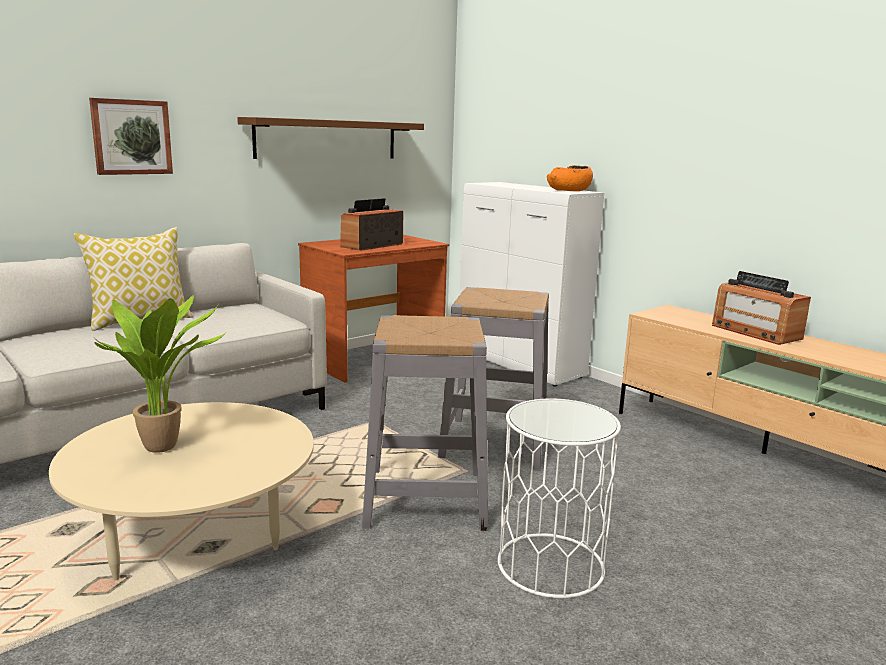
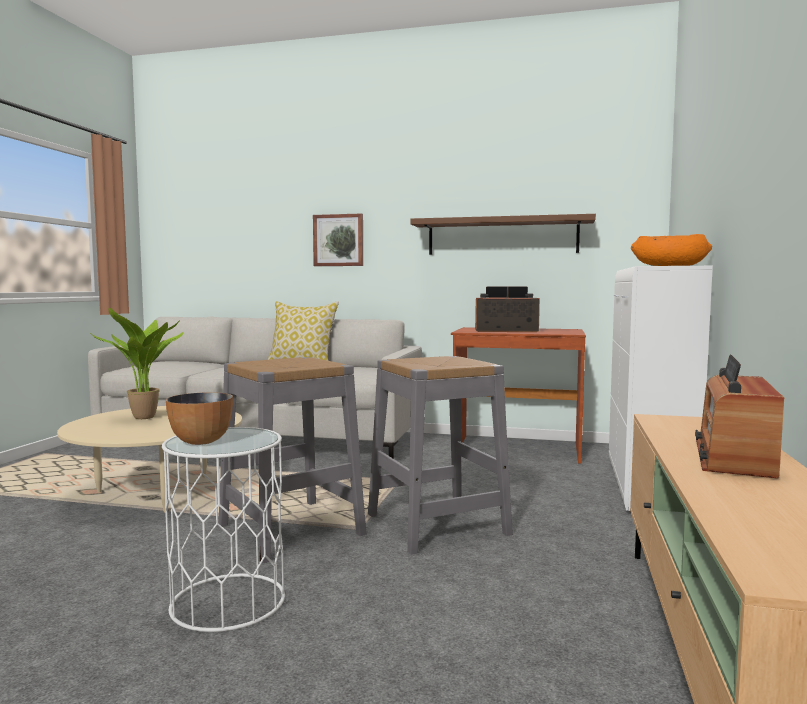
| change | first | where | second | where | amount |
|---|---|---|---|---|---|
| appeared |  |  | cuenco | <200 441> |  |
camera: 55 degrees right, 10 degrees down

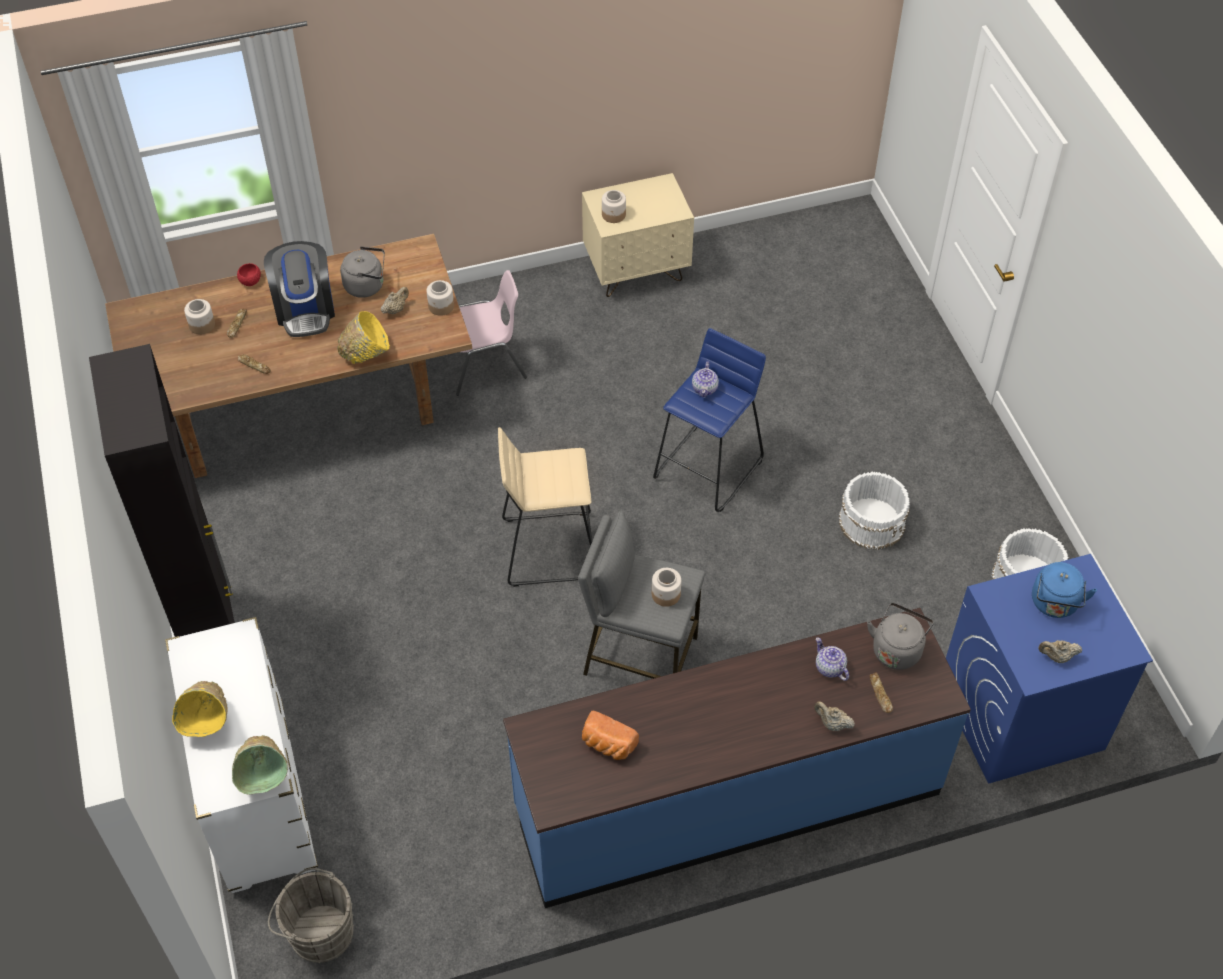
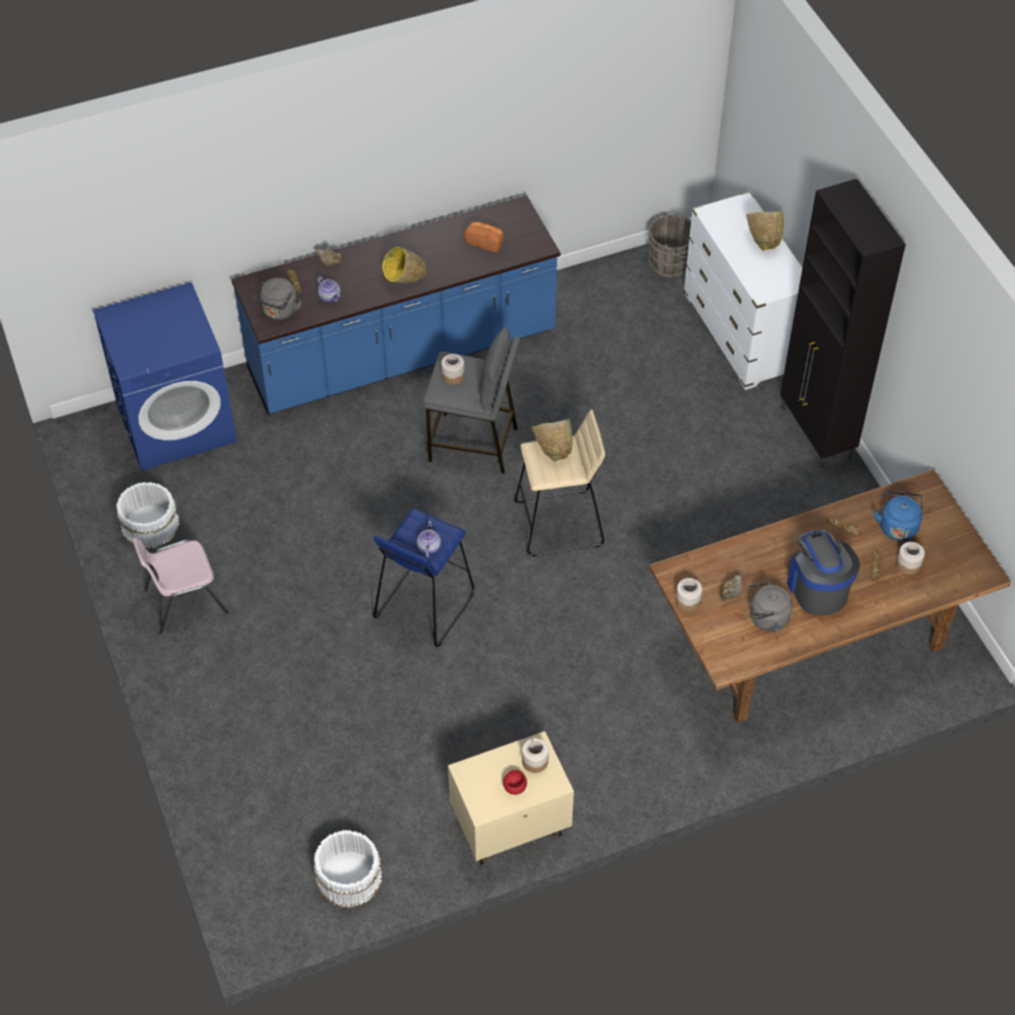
| change | first | where | second | where | amount |
|---|---|---|---|---|---|
| relocated | silla [rosa] | <485 365> |  | <184 601> |  |
| relocated | cubo [blanco] | <872 522> |  | <348 878> |  |
| relocated | cuenco [amarillo] | <367 355> |  | <404 282> |  |
| relocated | cuenco [rojo] | <250 281> |  | <515 787> |  |
| relocated | cuenco [verde] | <264 777> |  | <553 449> |  |
| relocated | hervidor [azul] | <1054 604> |  | <897 525> |  |
| missing | tetera [beis] | <1057 657> |  |  |  |
camera: 175 degrees right, 0 degrees up

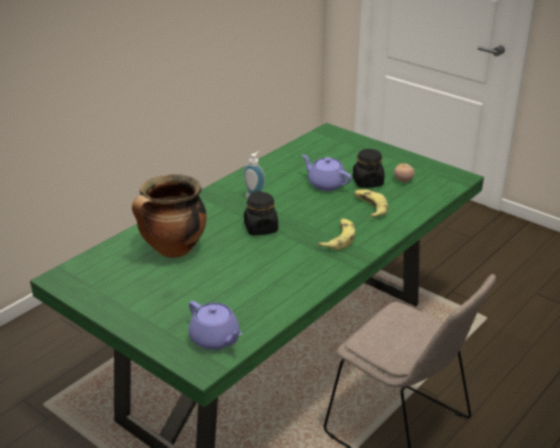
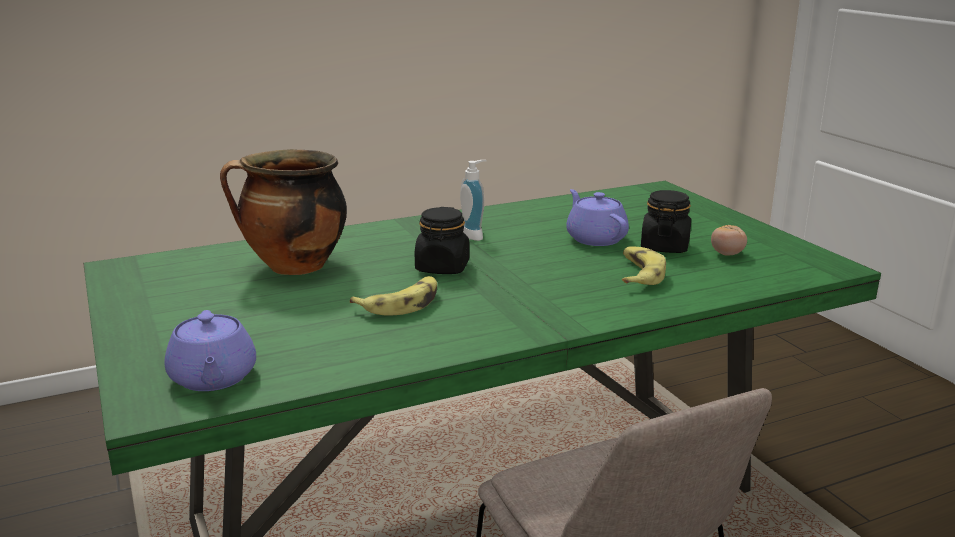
| change | first | where | second | where | amount |
|---|---|---|---|---|---|
| relocated | plátano | <339 239> |  | <401 304> |  |
camera: 25 degrees right, 10 degrees down

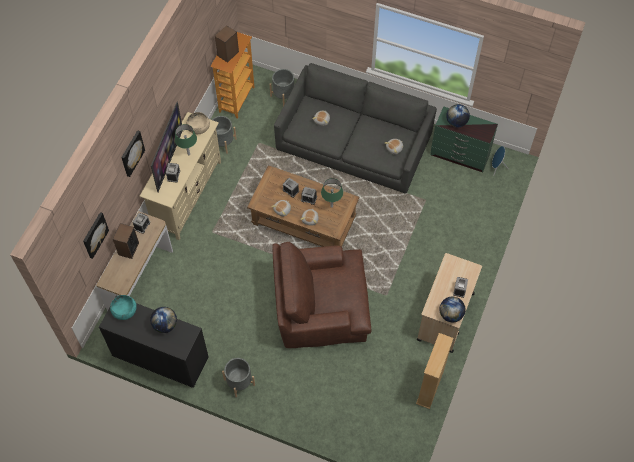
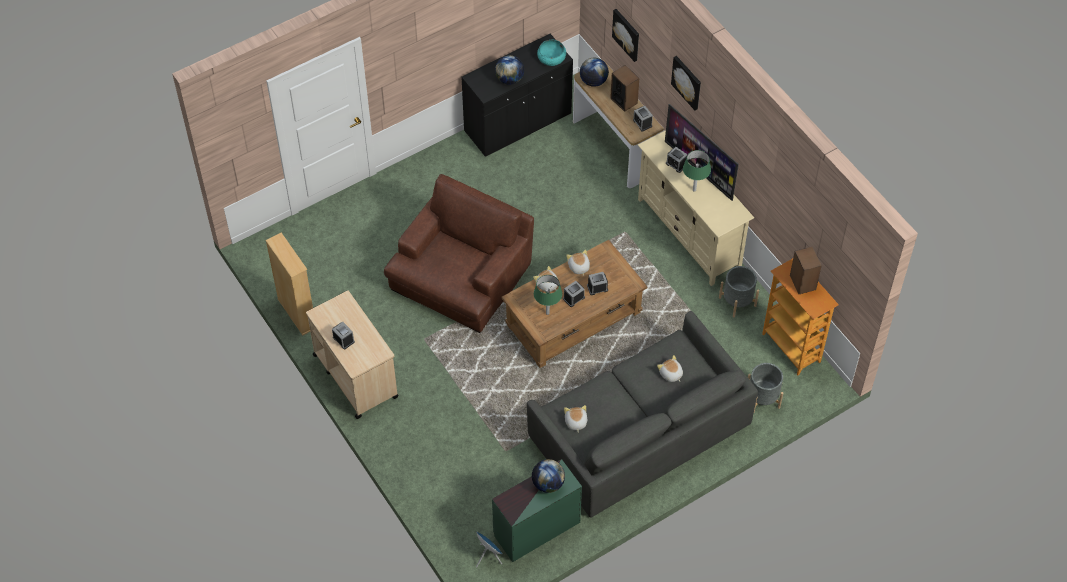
| change | first | where | second | where | amount |
|---|---|---|---|---|---|
| relocated | globo terráqueo | <451 314> |  | <593 81> |  |
| missing | cuenco [beis] | <198 127> |  |  |  |
| missing | maceta [gris] | <239 382> |  |  |  |
camera: 125 degrees right, 5 degrees down

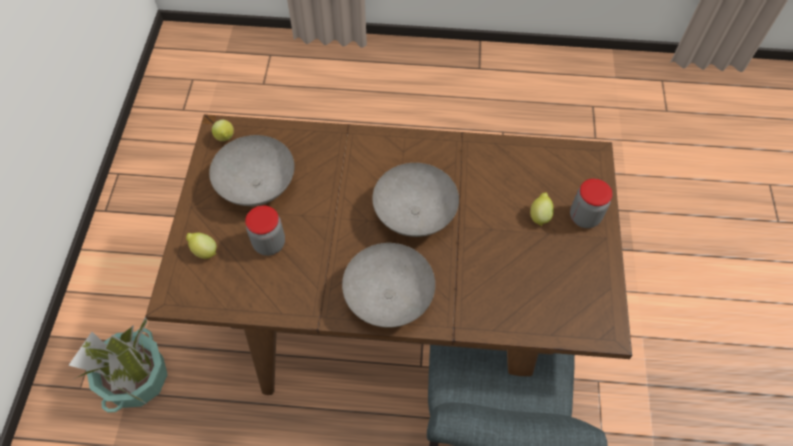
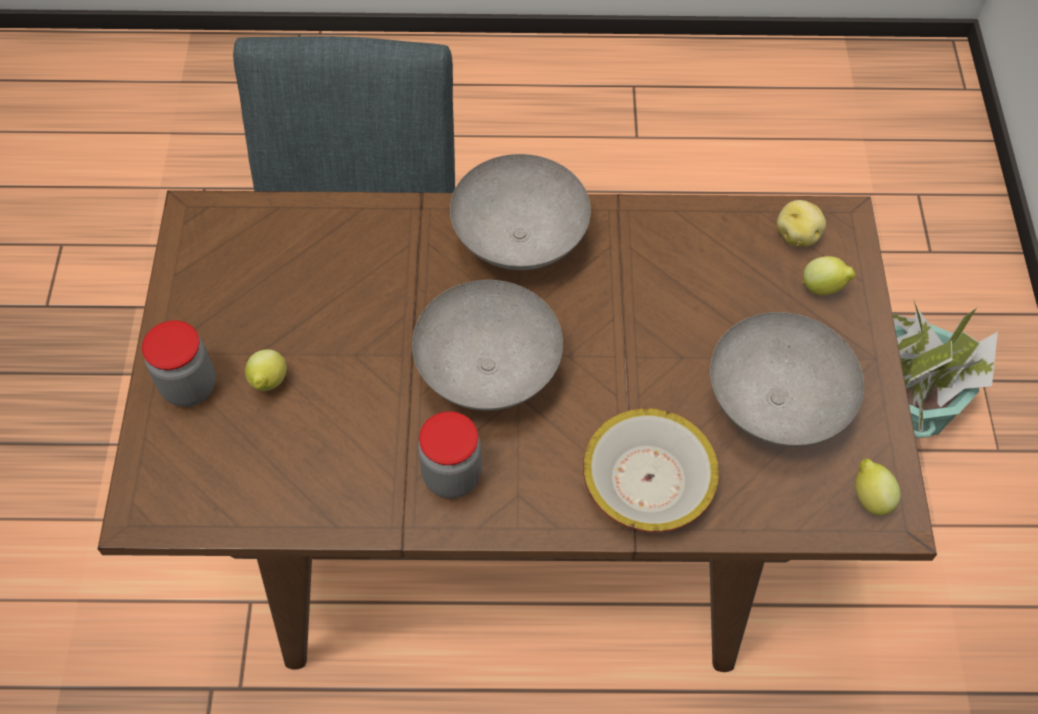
| change | first | where | second | where | amount |
|---|---|---|---|---|---|
| relocated | tarro | <269 243> |  | <452 475> |  |
| appeared |  |  | cuenco | <648 479> |  |
| appeared |  |  | patata | <797 235> |  |
camera: 175 degrees right, 0 degrees up

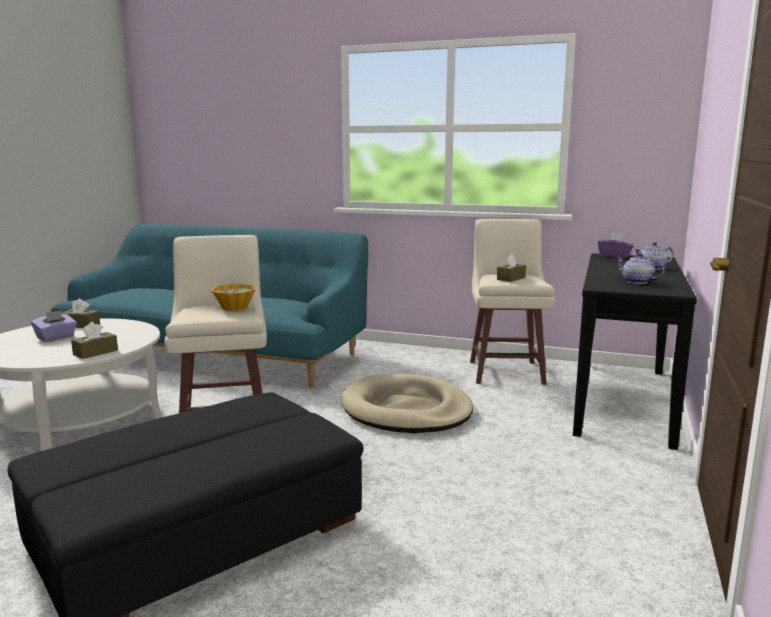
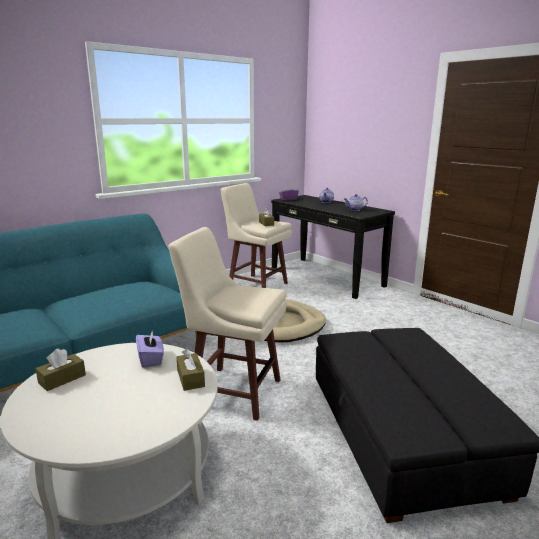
| change | first | where | second | where | amount |
|---|---|---|---|---|---|
| relocated | caja de pañuelos [morado] | <56 337> |  | <151 359> |  |
| missing | cuenco | <235 307> |  |  |  |
camera: 60 degrees left, 5 degrees up

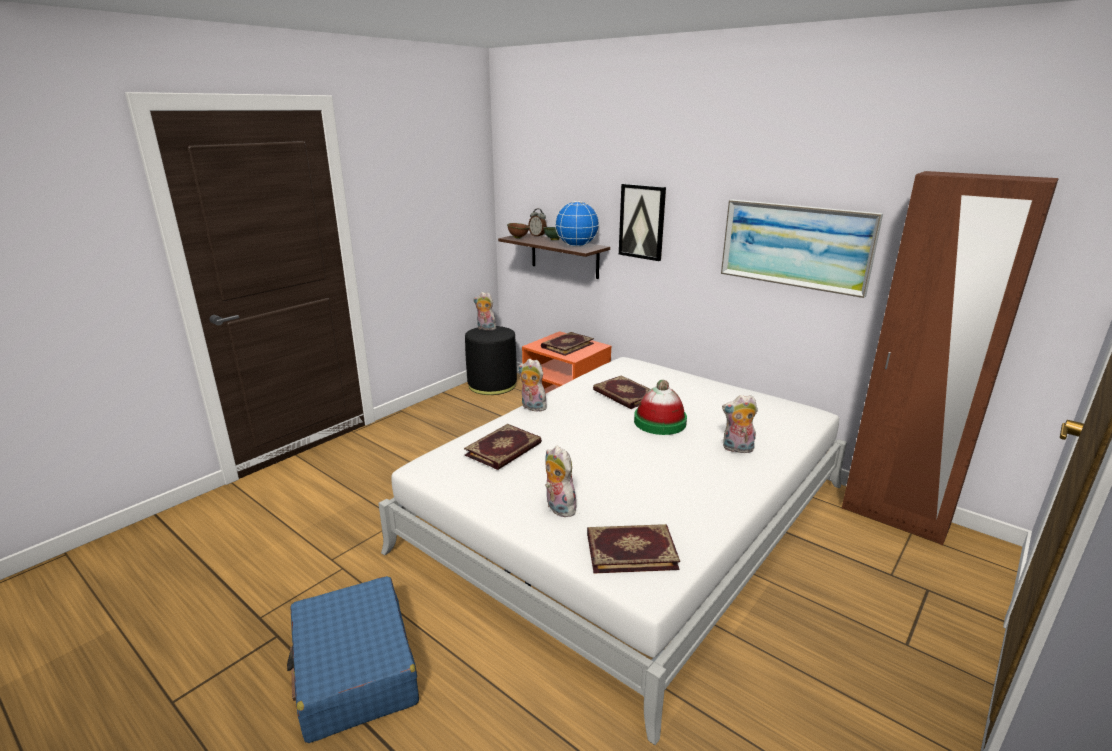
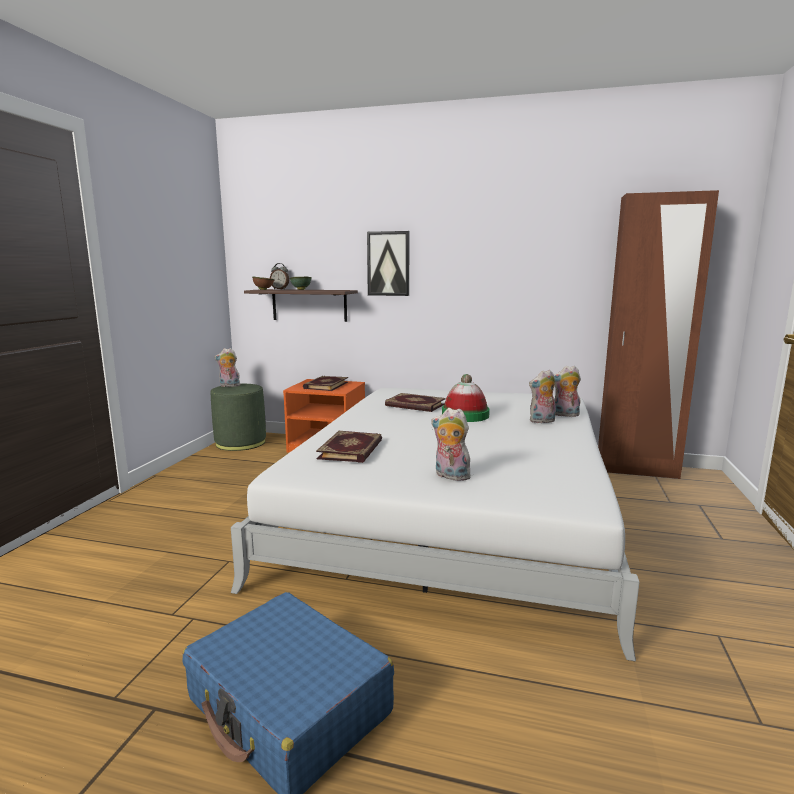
| change | first | where | second | where | amount |
|---|---|---|---|---|---|
| colour | puf [negro] | <492 385> | puf [verde] | <241 443> |  |
| relocated | peluche | <532 407> |  | <565 415> |  |
| missing | globo terráqueo | <577 246> |  |  |  |
| missing | libro | <631 550> |  |  |  |
| missing | cuadro | <795 245> |  |  |  |
camera: 25 degrees left, 10 degrees down

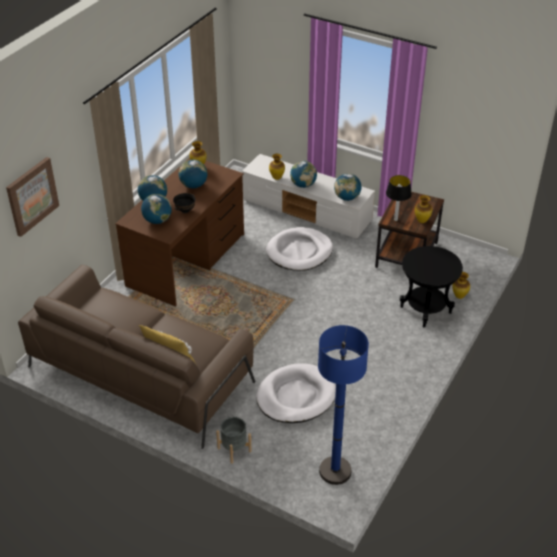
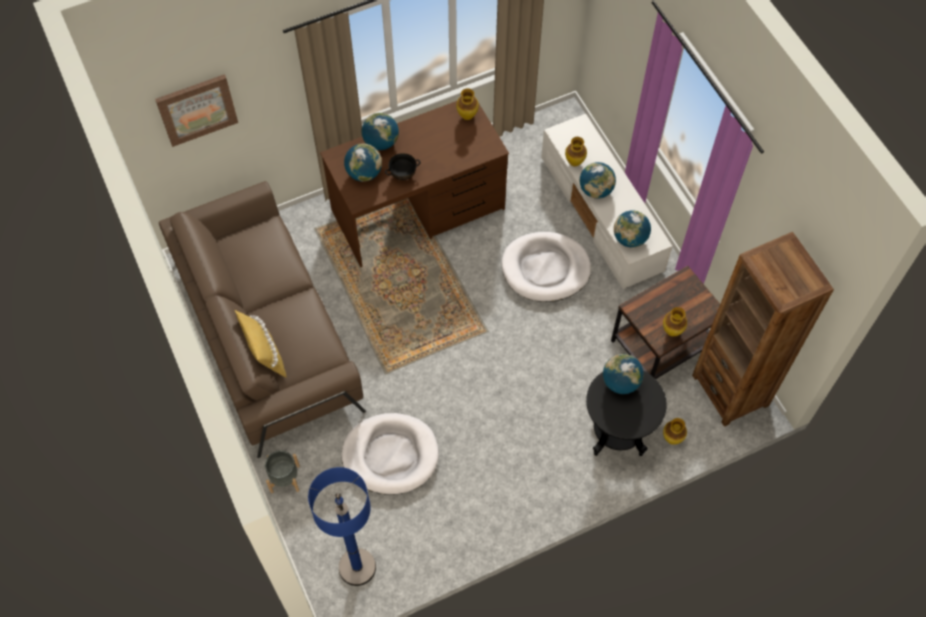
| change | first | where | second | where | amount |
|---|---|---|---|---|---|
| relocated | globo terráqueo | <193 185> |  | <620 382> |  |
| appeared |  |  | estantería [marrón] | <730 390> |  |
| missing | lámpara de mesa | <395 220> |  |  |  |
camera: 35 degrees right, 20 degrees up

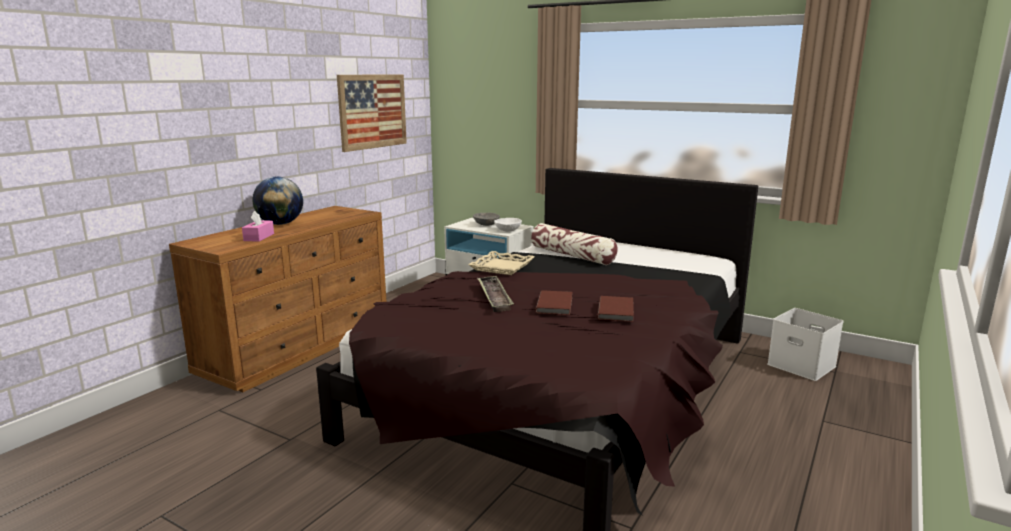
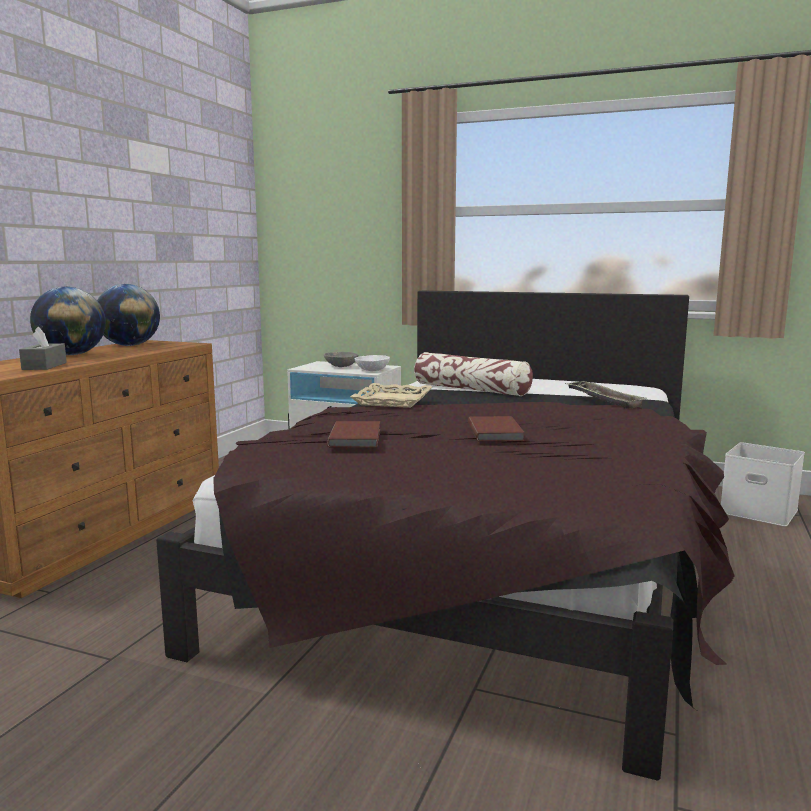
| change | first | where | second | where | amount |
|---|---|---|---|---|---|
| colour | caja de pañuelos [rosa] | <259 237> | caja de pañuelos [gris] | <44 366> |  |
| appeared |  |  | globo terráqueo | <129 345> |  |
| relocated | libro [marrón] | <617 310> |  | <357 437> |  |
| relocated | bandeja | <494 297> |  | <603 399> |  |
| missing | cuadro | <372 111> |  |  |  |
camera: 10 degrees left, 5 degrees down

